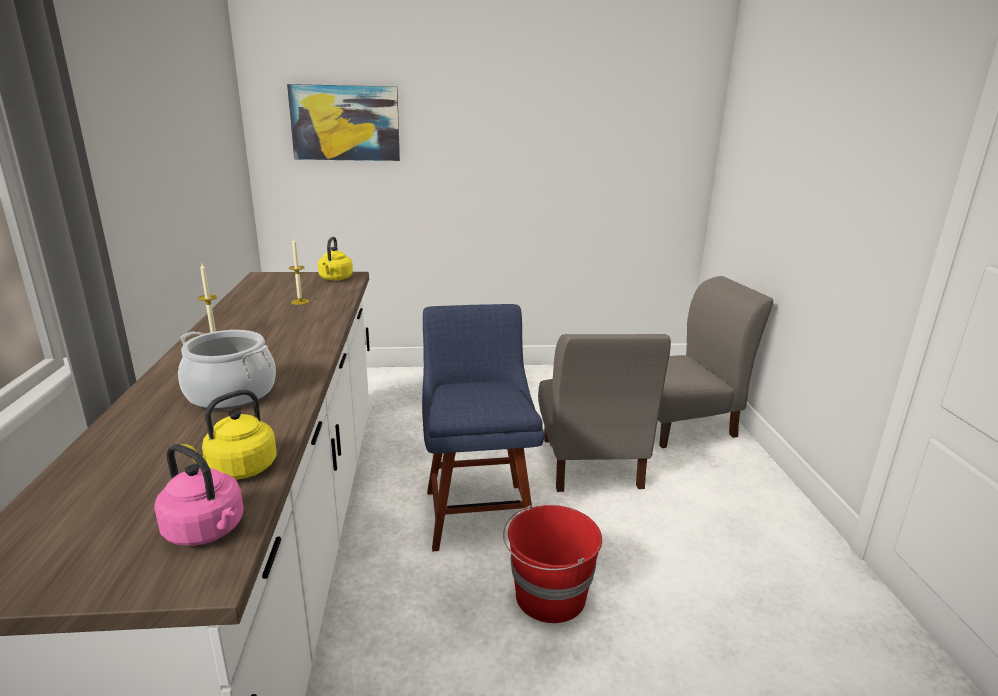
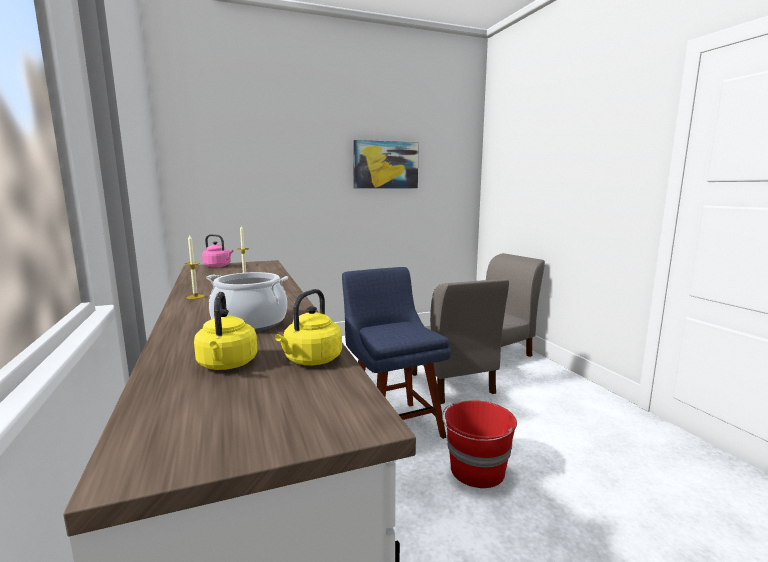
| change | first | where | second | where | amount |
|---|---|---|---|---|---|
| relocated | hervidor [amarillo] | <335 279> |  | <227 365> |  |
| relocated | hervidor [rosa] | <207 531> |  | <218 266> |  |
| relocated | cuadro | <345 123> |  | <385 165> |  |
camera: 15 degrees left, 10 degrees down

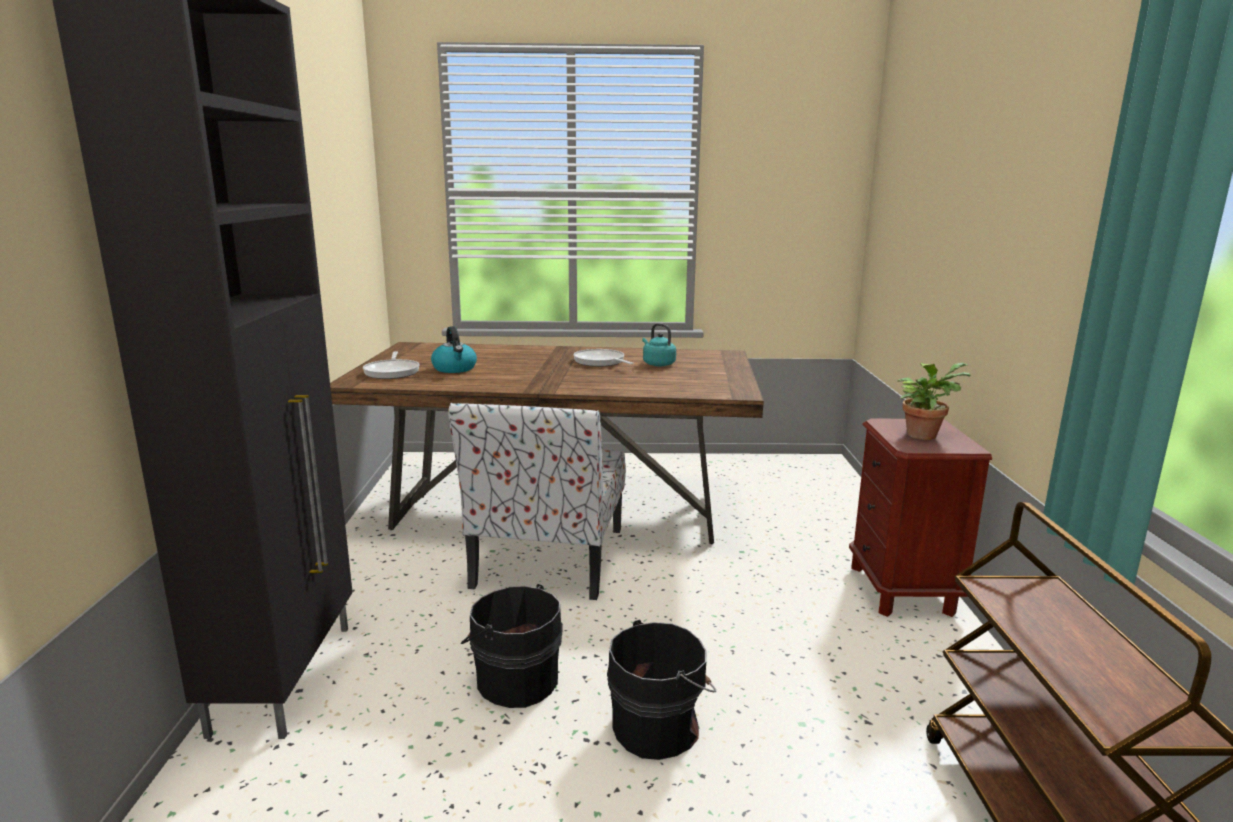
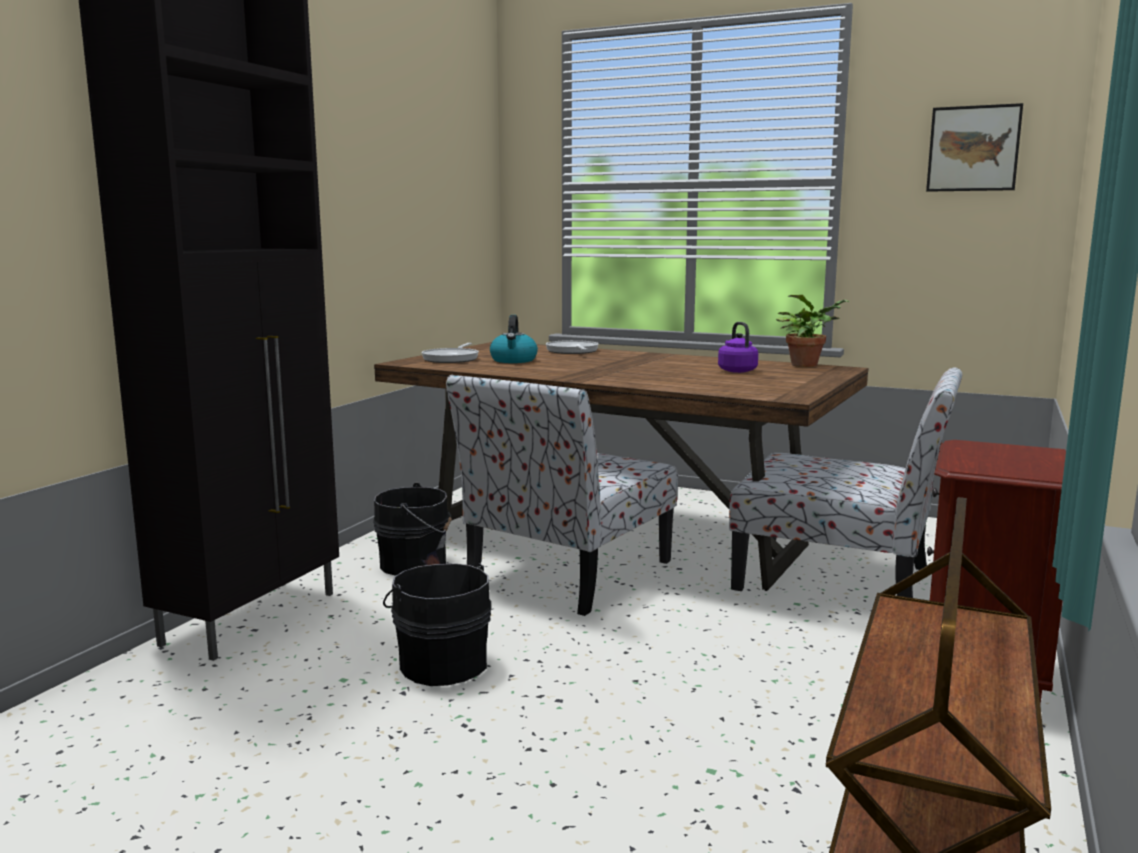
| change | first | where | second | where | amount |
|---|---|---|---|---|---|
| relocated | cubo [negro] | <659 727> |  | <416 564> |  |
| relocated | sartén | <601 362> |  | <572 351> |  |
| colour | hervidor [turquesa] | <657 364> | hervidor [morado] | <736 370> |  |
| appeared |  |  | silla | <838 580> |  |
| relocated | planta en maceta | <923 434> |  | <807 365> |  |
| appeared |  |  | cuadro | <973 148> |  |
camera: 25 degrees right, 5 degrees down

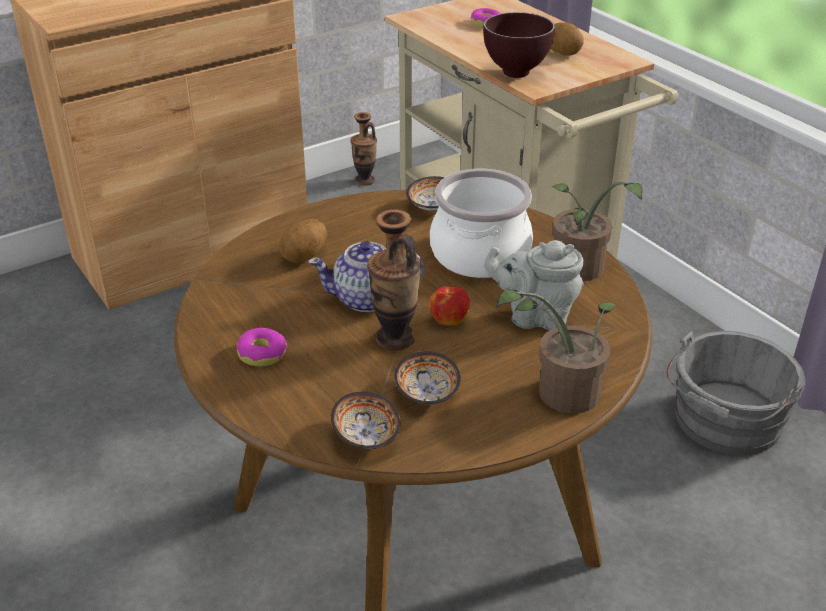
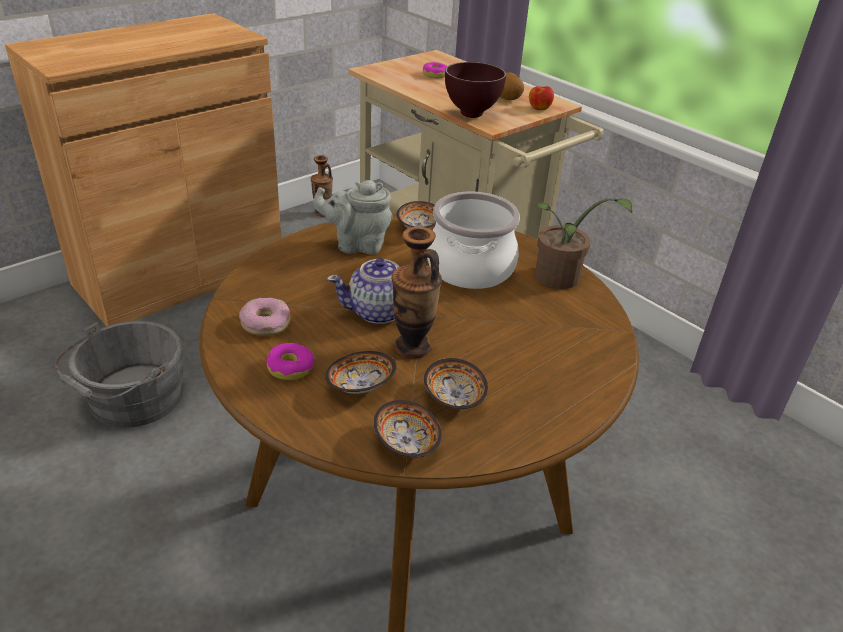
| change | first | where | second | where | amount |
|---|---|---|---|---|---|
| relocated | cubo [gris] | <724 423> |  | <131 399> |  |
| appeared |  |  | rosquilla | <266 323> |  |
| relocated | tetera [gris] | <535 316> |  | <357 245> |  |
| appeared |  |  | cuenco | <361 386> |  |
| relocated | manzana | <449 320> |  | <539 108> |  |
| missing | patata | <305 257> |  |  |  |
| missing | planta en maceta | <559 394> |  |  |  |
camera: 10 degrees left, 0 degrees up

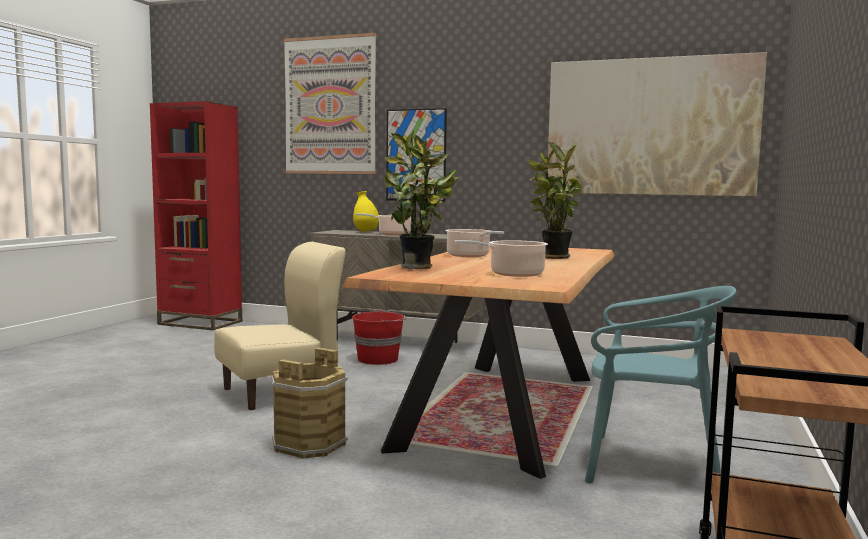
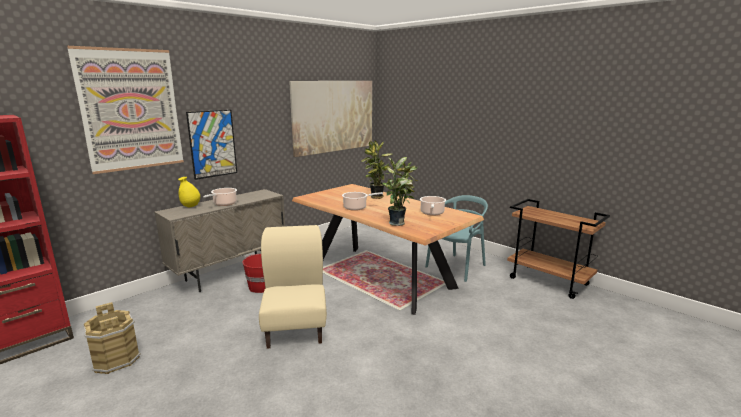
| change | first | where | second | where | amount |
|---|---|---|---|---|---|
| relocated | cubo [marrón] | <310 444> |  | <116 359> |  |
camera: 65 degrees left, 10 degrees up

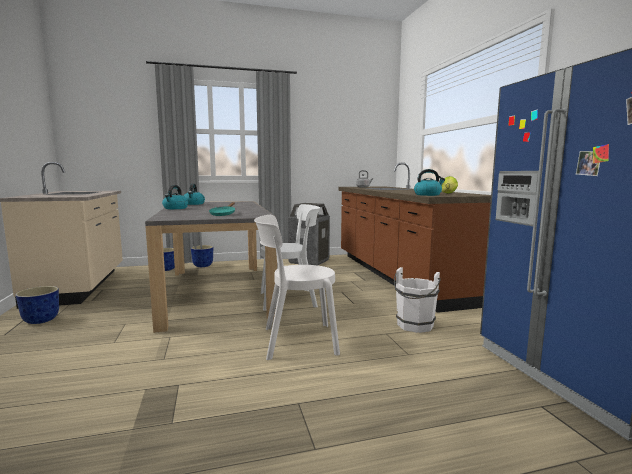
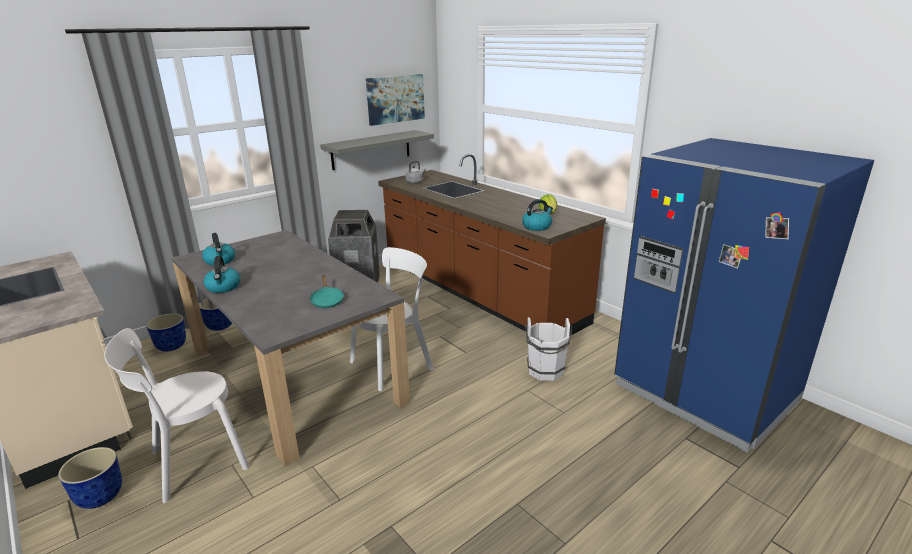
| change | first | where | second | where | amount |
|---|---|---|---|---|---|
| relocated | silla [blanco] | <295 341> |  | <194 462> |  |
| appeared |  |  | estante [gris] | <371 149> |  |
| appeared |  |  | cuadro | <395 99> |  |
camera: 25 degrees left, 15 degrees up

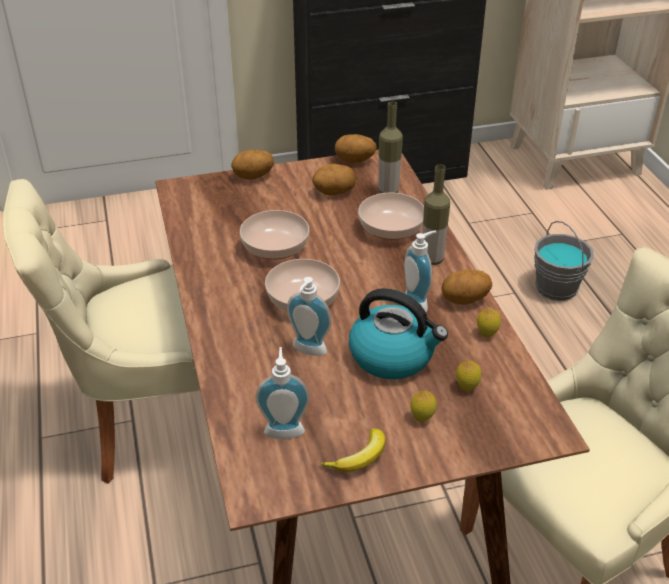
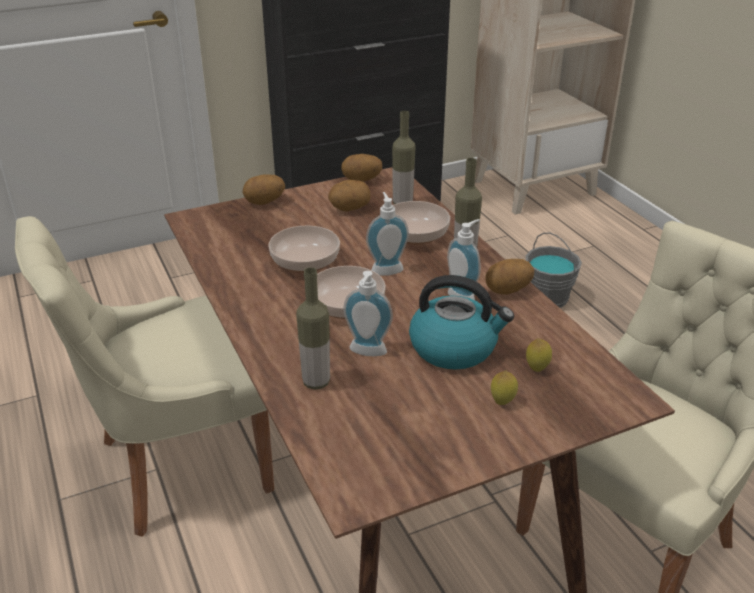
| change | first | where | second | where | amount |
|---|---|---|---|---|---|
| appeared |  |  | botella | <316 382> |  |
| relocated | dispensador de jabón | <284 428> |  | <386 269> |  |
| missing | plátano | <359 458> |  |  |  |
| missing | limón | <487 334> |  |  |  |
camera: 10 degrees left, 5 degrees down

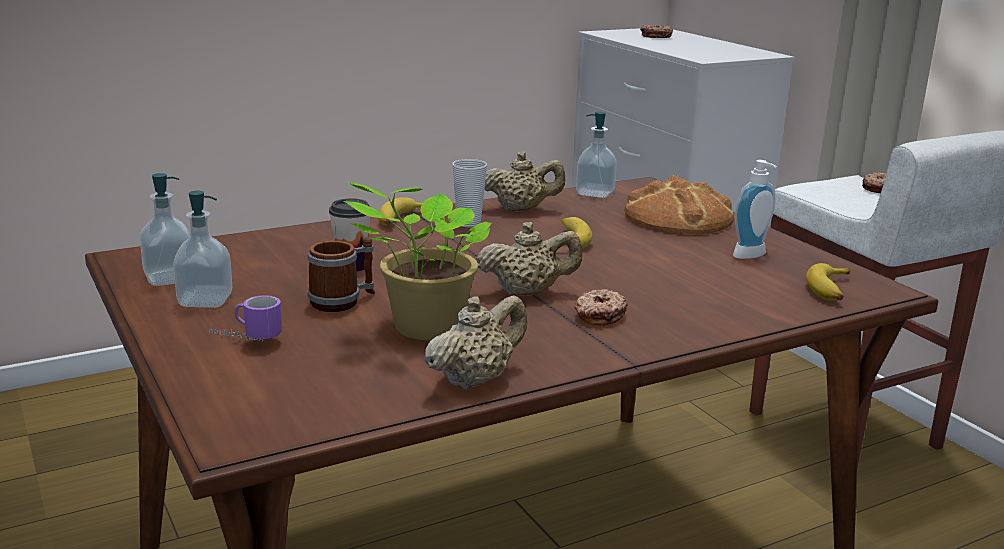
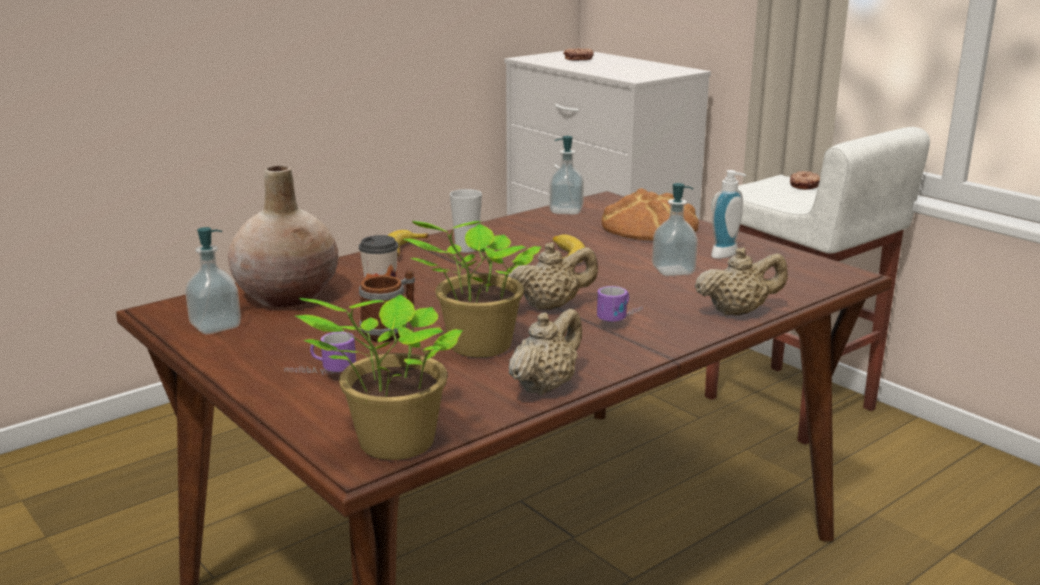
| change | first | where | second | where | amount |
|---|---|---|---|---|---|
| appeared |  |  | florero [beis] | <288 295> |  |
| appeared |  |  | planta en maceta | <391 444> |  |
| exchanged | rosquilla | <599 315> | taza grande | <622 320> |  |
| relocated | dispensador de jabón | <205 300> |  | <673 270> |  |
| relocated | tetera [beis] | <521 209> |  | <738 312> |  |
| missing | plátano | <831 290> |  |  |  |
camera: 10 degrees left, 0 degrees up

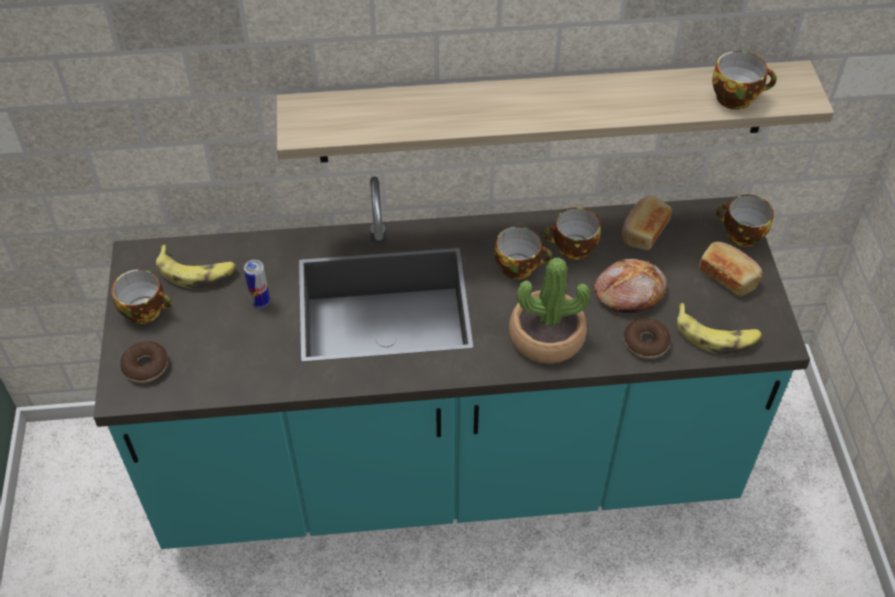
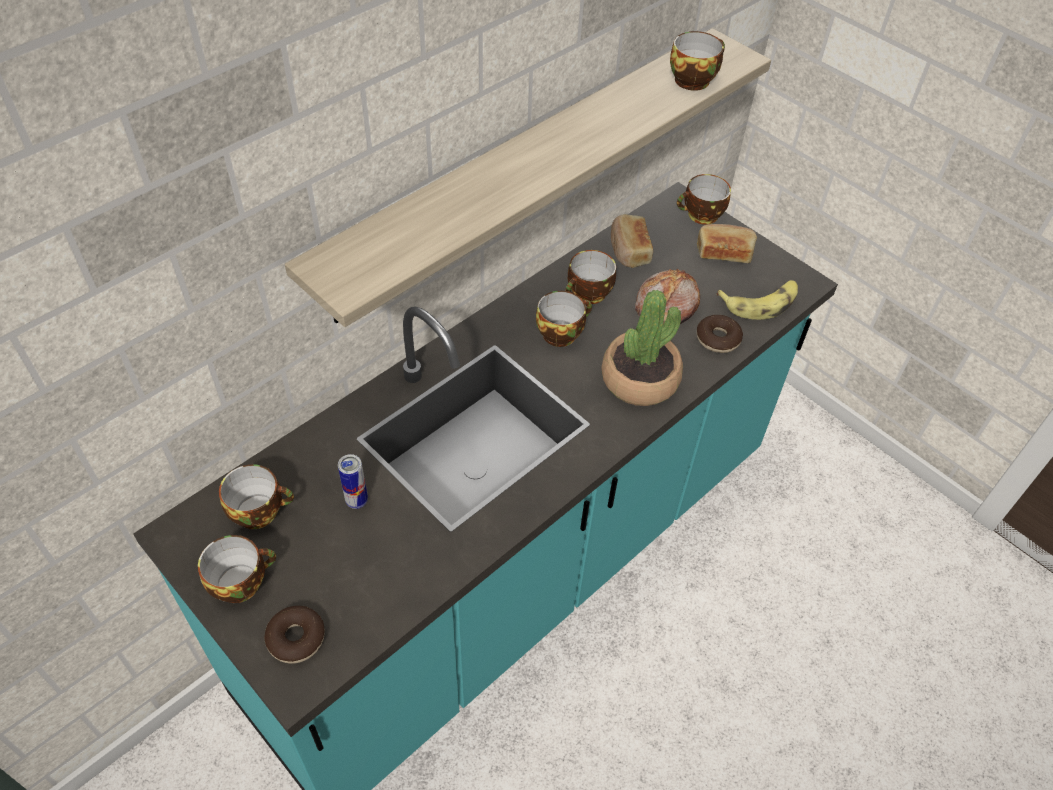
| change | first | where | second | where | amount |
|---|---|---|---|---|---|
| exchanged | plátano | <196 272> | taza | <260 510> |  |
camera: 40 degrees left, 0 degrees up

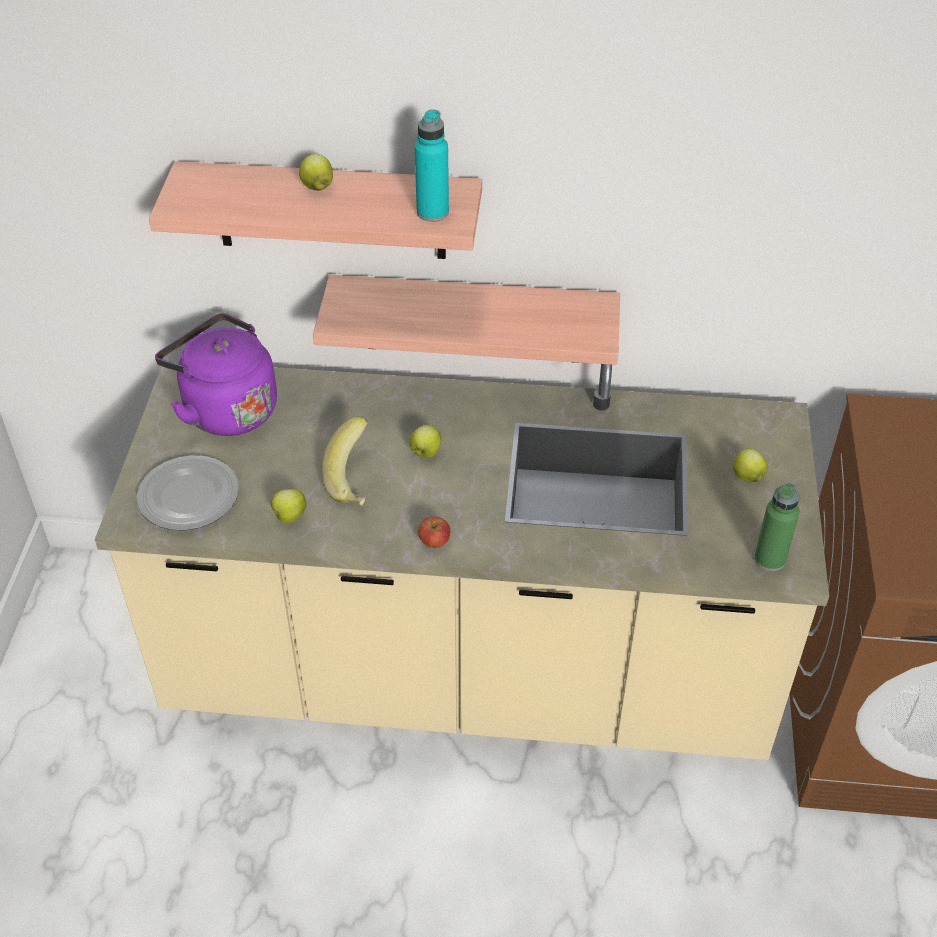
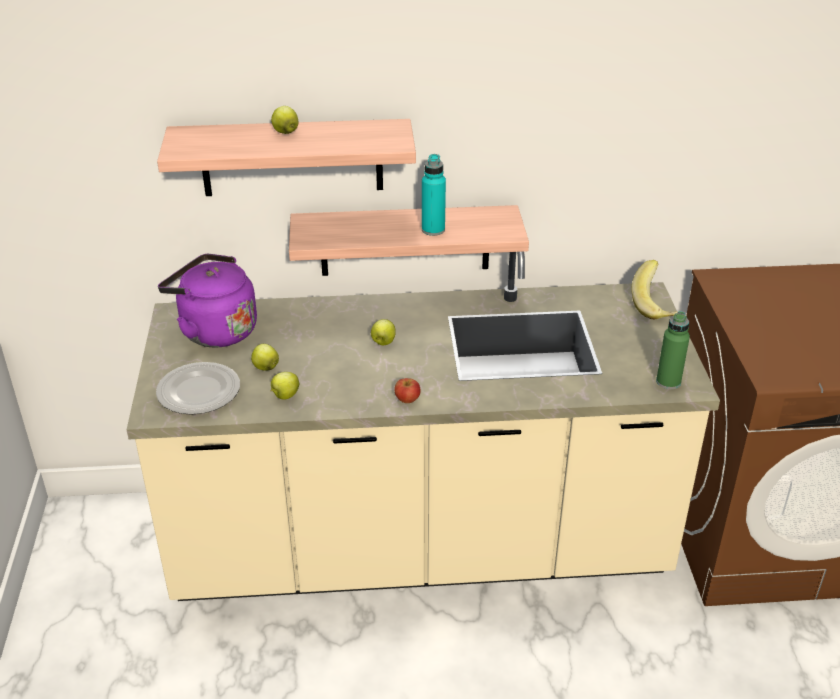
| change | first | where | second | where | amount |
|---|---|---|---|---|---|
| relocated | manzana | <746 476> |  | <265 367> |  |
| relocated | botella [turquesa] | <432 212> |  | <433 230> |  |
| relocated | plátano | <356 480> |  | <655 306> |  |
camera: 10 degrees left, 10 degrees down

